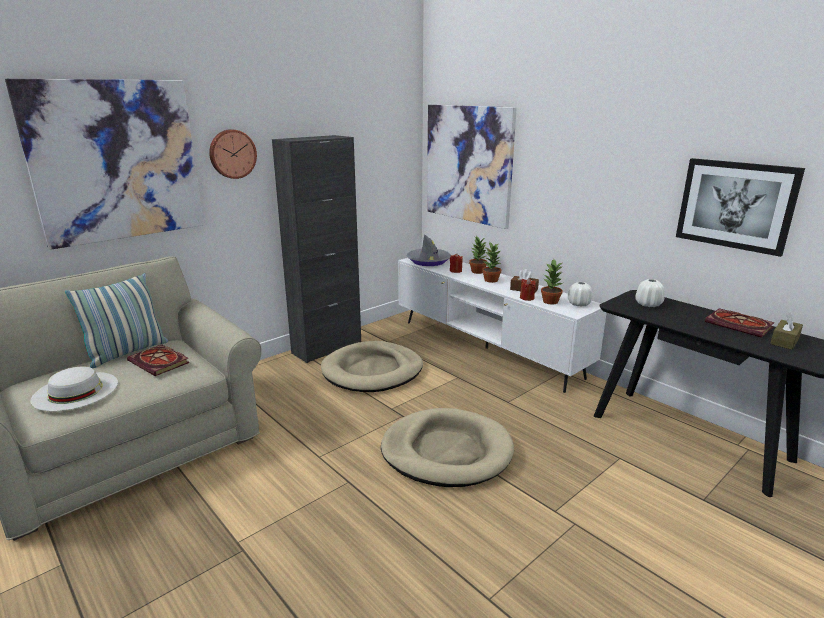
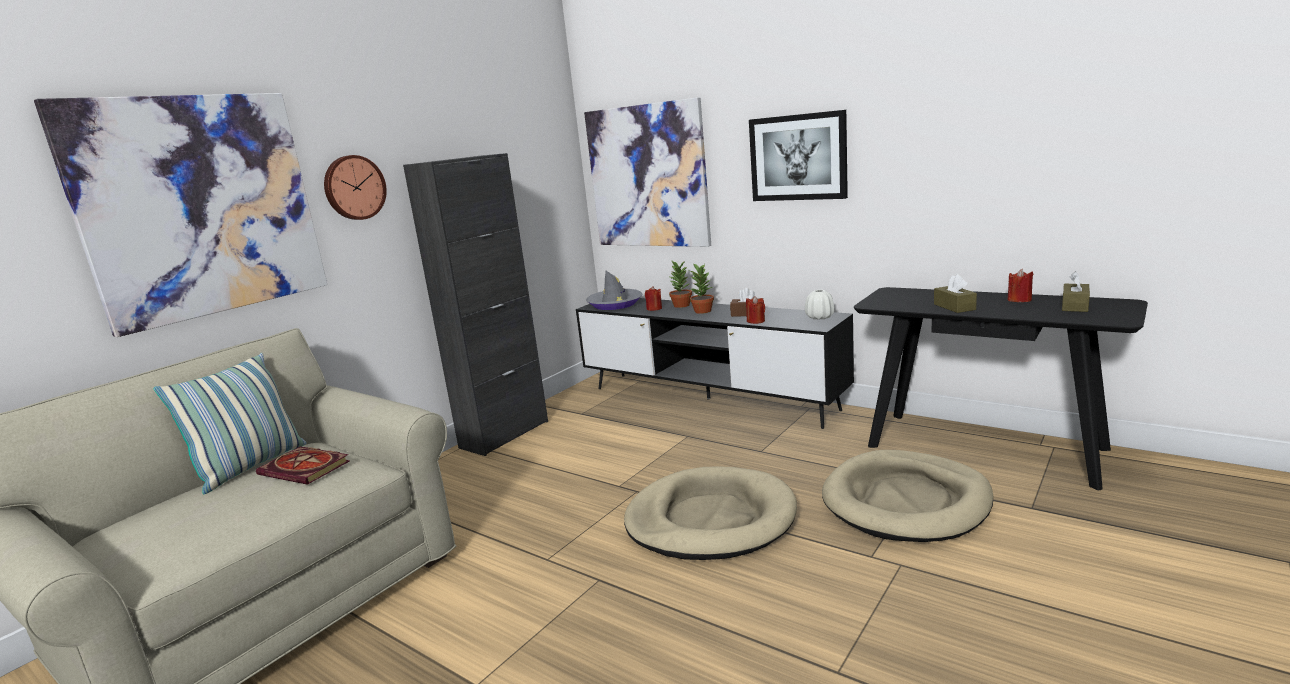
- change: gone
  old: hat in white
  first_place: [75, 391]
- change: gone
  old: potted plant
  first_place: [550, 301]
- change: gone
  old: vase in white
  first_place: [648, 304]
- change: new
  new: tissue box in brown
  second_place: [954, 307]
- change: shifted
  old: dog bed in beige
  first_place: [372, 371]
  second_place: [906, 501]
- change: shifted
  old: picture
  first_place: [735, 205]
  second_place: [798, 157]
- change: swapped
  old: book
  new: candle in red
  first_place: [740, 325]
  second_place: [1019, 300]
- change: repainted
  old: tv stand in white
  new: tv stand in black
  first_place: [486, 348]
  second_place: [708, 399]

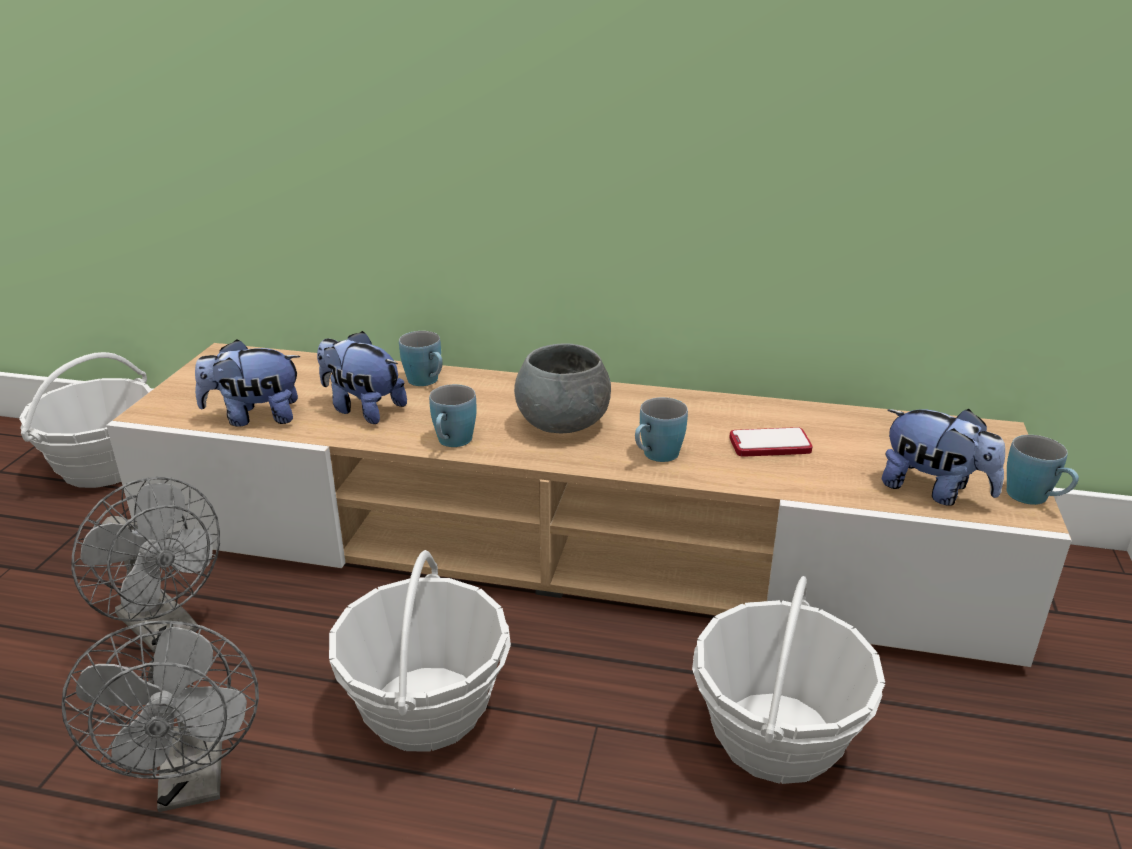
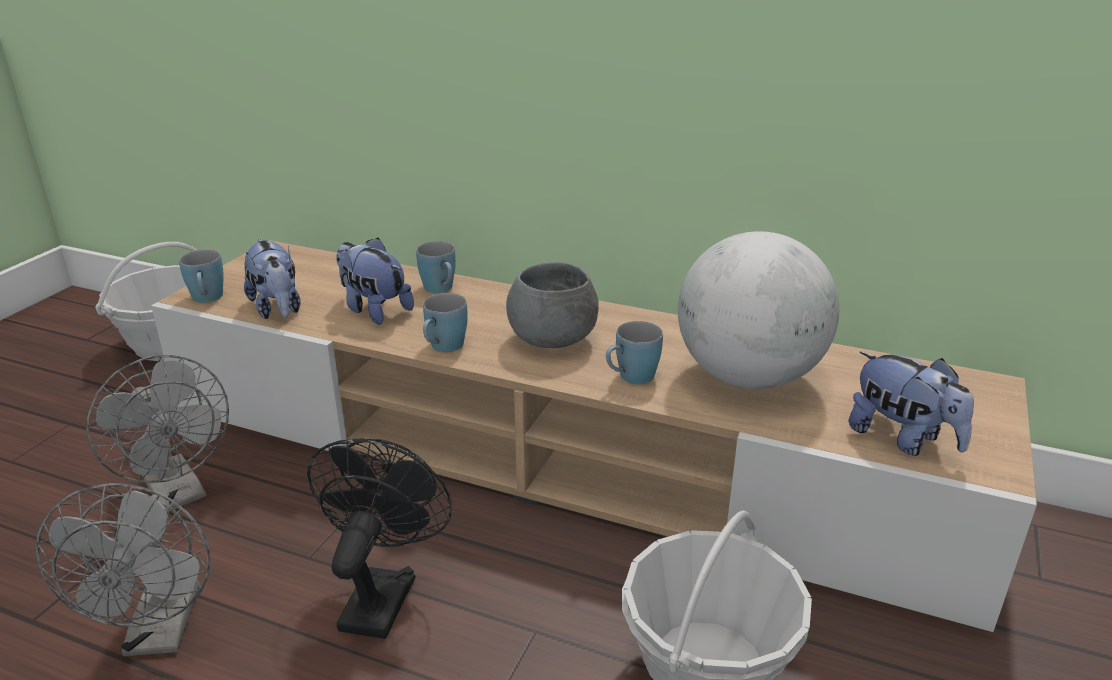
- change: shifted
  old: mug in blue
  first_place: [1035, 499]
  second_place: [207, 299]
- change: swapped
  old: basket
  new: fan in black
  first_place: [426, 708]
  second_place: [382, 593]
- change: swapped
  old: phone
  new: globe
  first_place: [770, 444]
  second_place: [748, 377]
- change: rotated
  old: plush toy
  first_place: [255, 417]
  second_place: [277, 309]
  degrees: -120

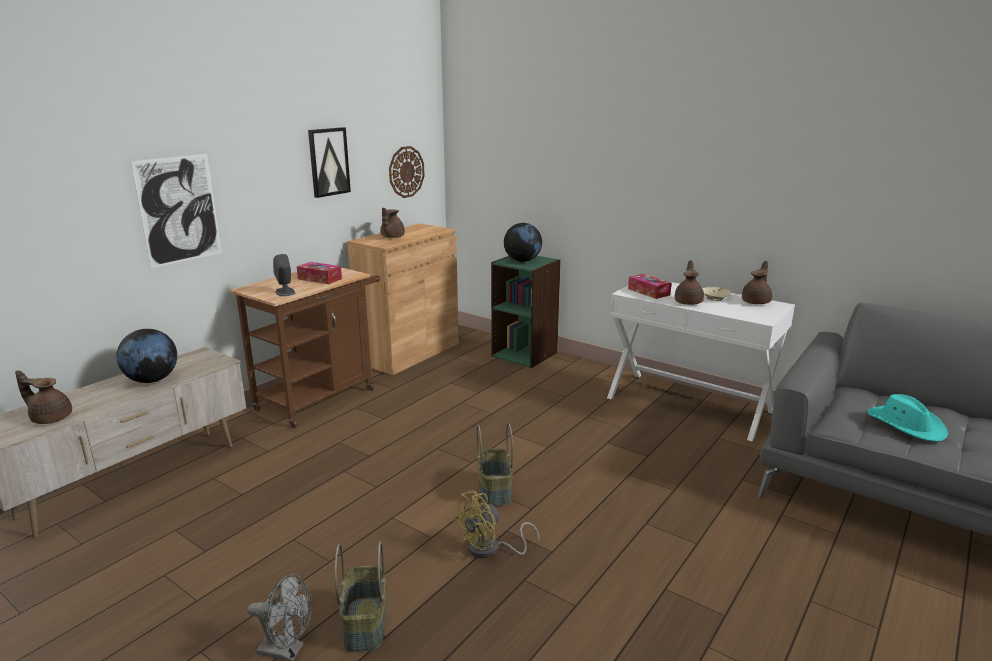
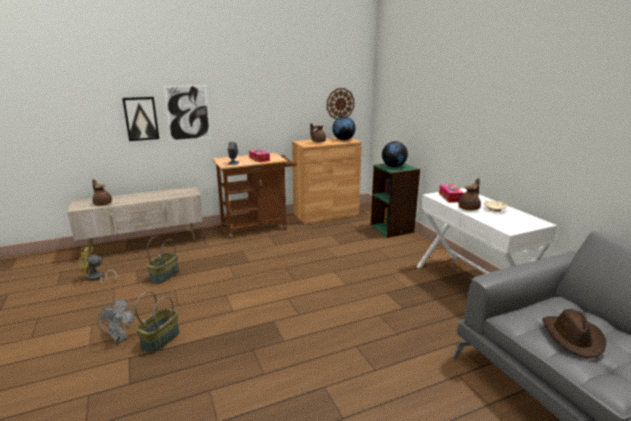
- change: gone
  old: teapot in brown
  first_place: [756, 302]
- change: shifted
  old: globe
  first_place: [152, 380]
  second_place: [343, 139]
- change: shifted
  old: picture
  first_place: [328, 162]
  second_place: [141, 118]
- change: shifted
  old: fan in yellow
  first_place: [490, 549]
  second_place: [96, 278]
- change: shifted
  old: basket
  first_place: [495, 490]
  second_place: [165, 276]
- change: repainted
  old: hat in turquoise
  new: hat in brown
  first_place: [905, 424]
  second_place: [572, 337]

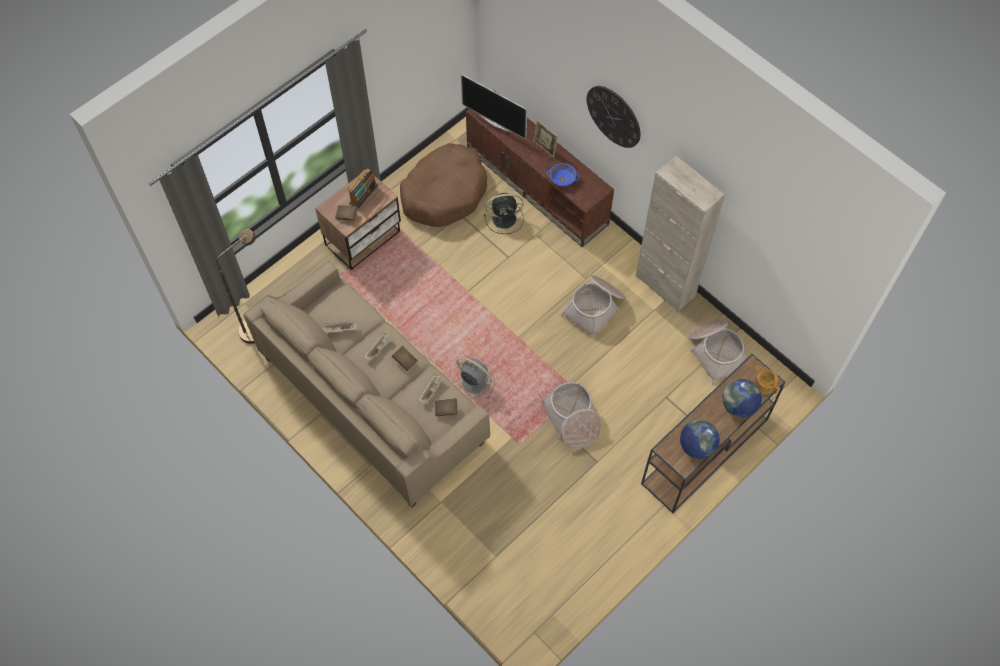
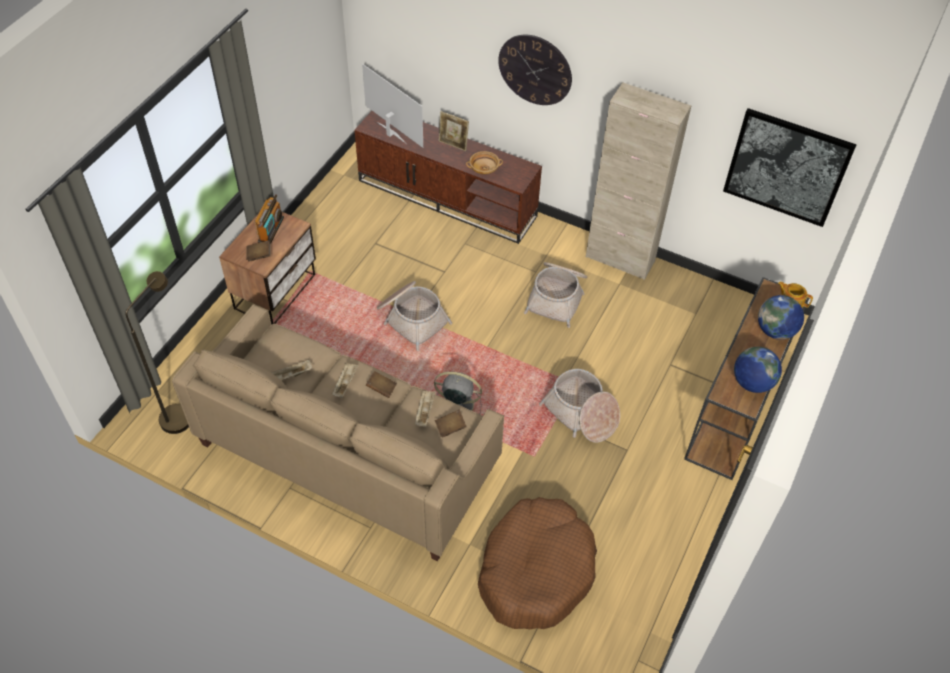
- change: gone
  old: fan in black
  first_place: [505, 218]
- change: new
  new: picture
  second_place: [787, 167]
- change: shifted
  old: dog bed in brown
  first_place: [444, 192]
  second_place: [535, 570]
- change: shifted
  old: basket
  first_place: [715, 352]
  second_place: [411, 319]
- change: repainted
  old: bowl in blue
  new: bowl in beige
  first_place: [562, 179]
  second_place: [484, 168]
- change: rotated
  old: television
  first_place: [495, 123]
  second_place: [391, 133]
  degrees: -150

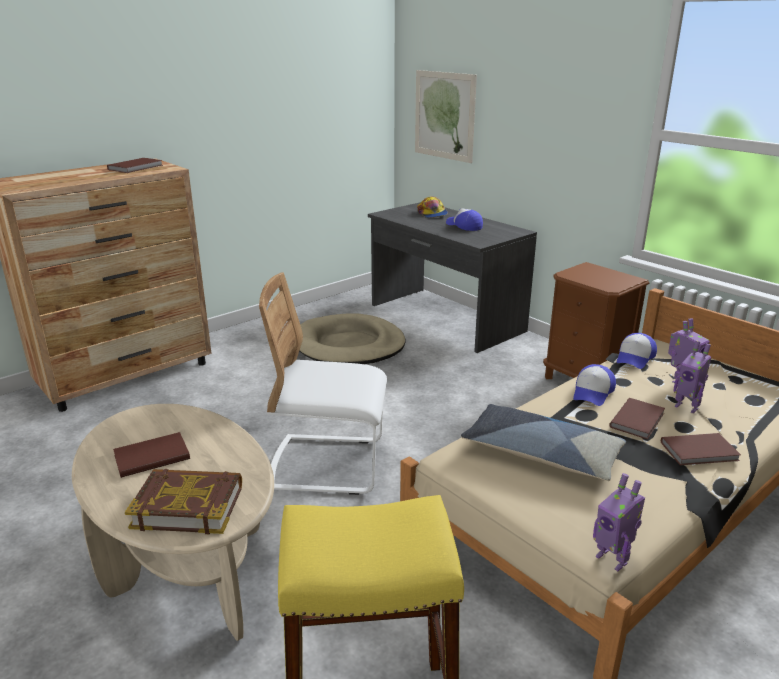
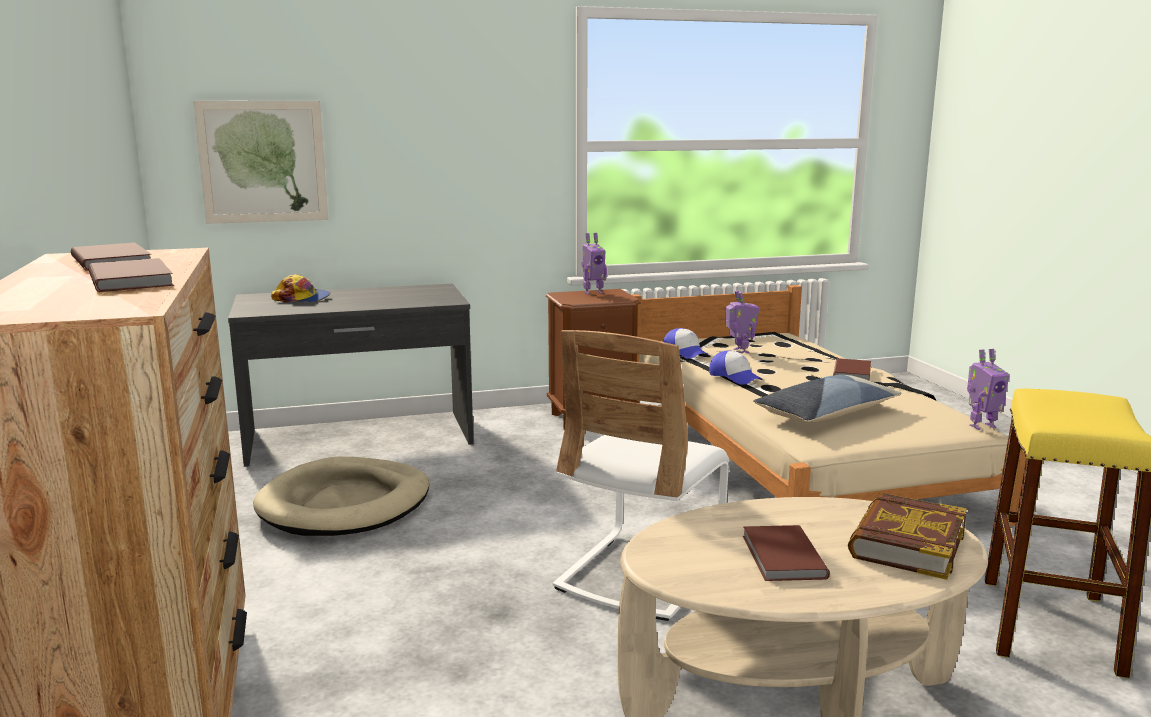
- change: gone
  old: cap
  first_place: [464, 226]
- change: shifted
  old: book in brown
  first_place: [638, 420]
  second_place: [133, 279]
- change: shifted
  old: toy robot
  first_place: [687, 407]
  second_place: [592, 292]

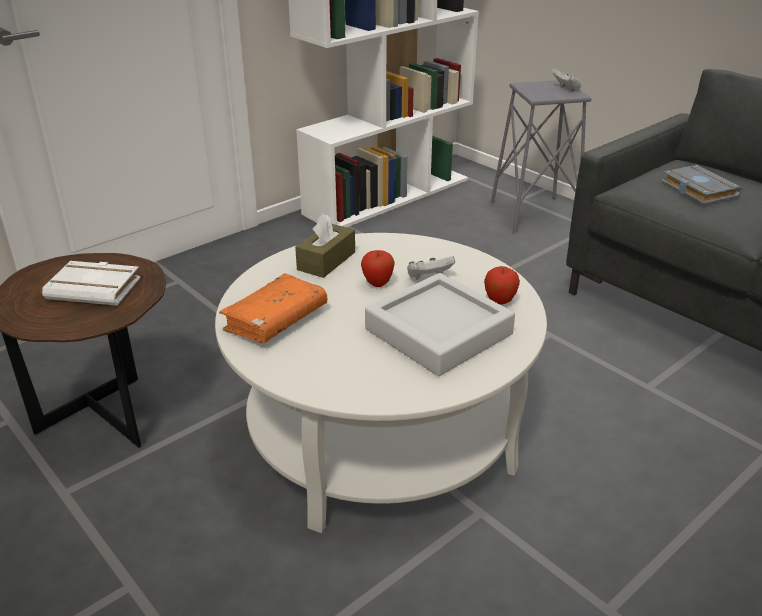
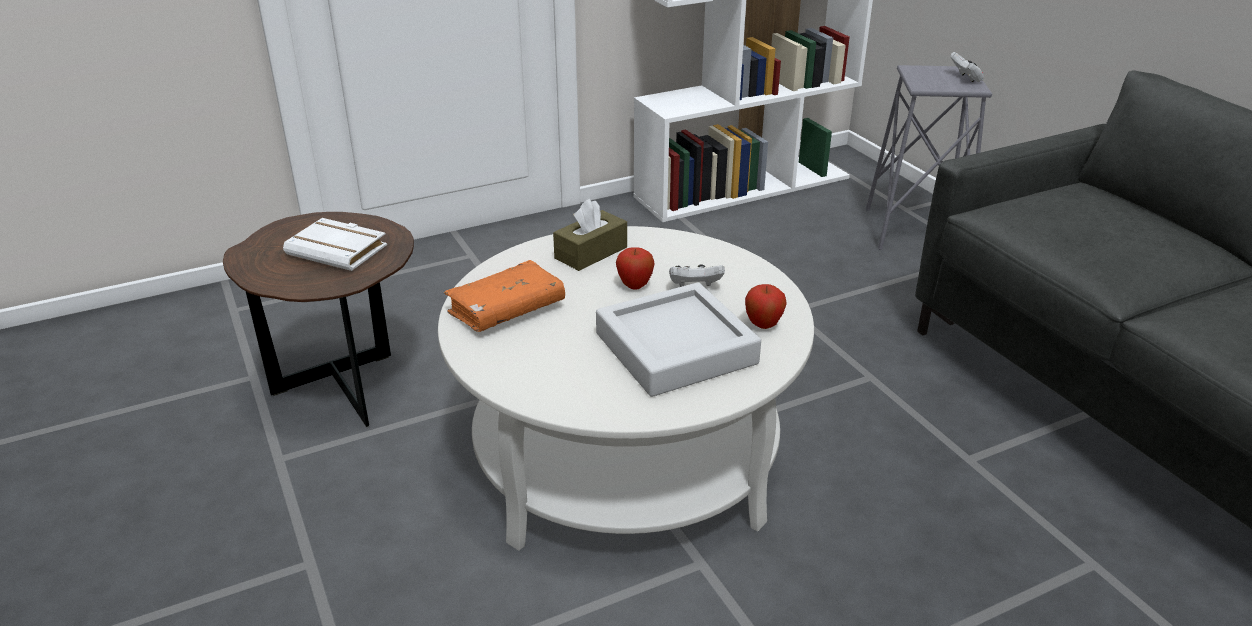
- change: gone
  old: book in grey
  first_place: [696, 189]

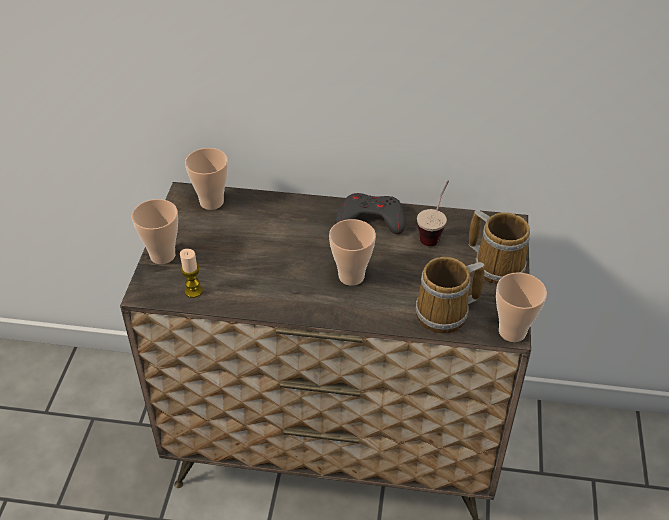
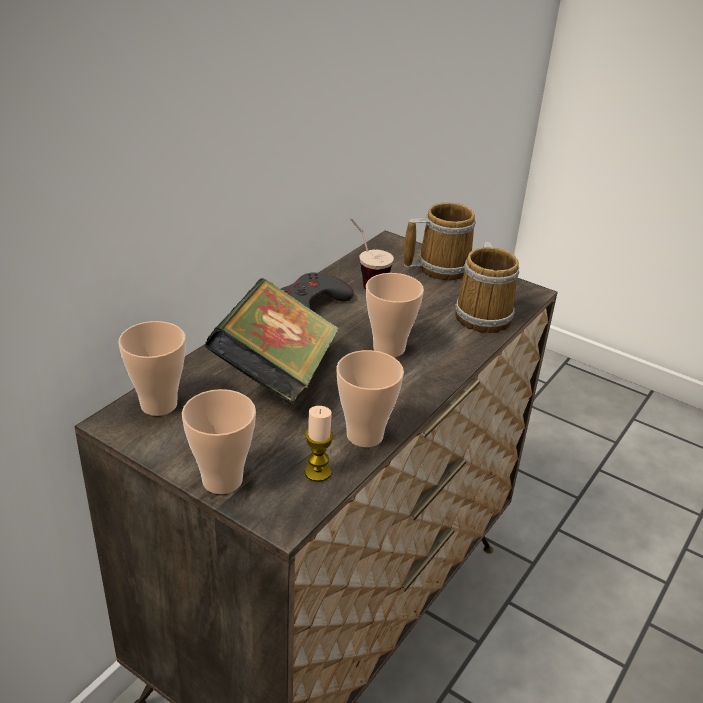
- change: new
  new: book
  second_place: [276, 376]
- change: shifted
  old: cup
  first_place: [512, 332]
  second_place: [365, 435]

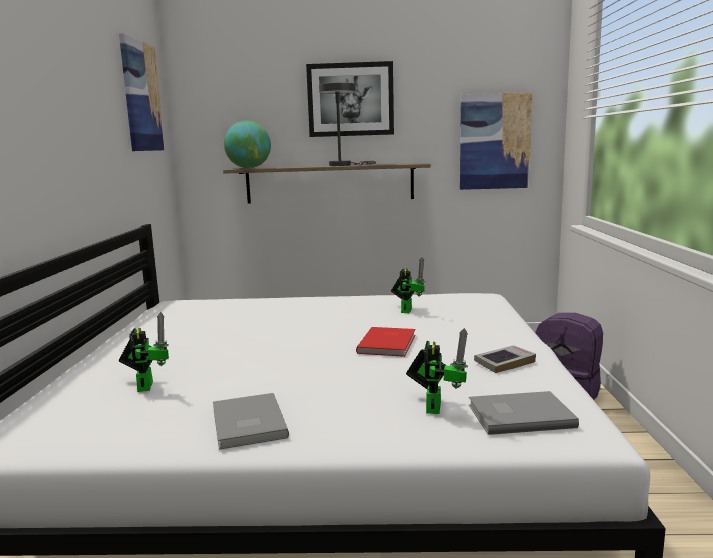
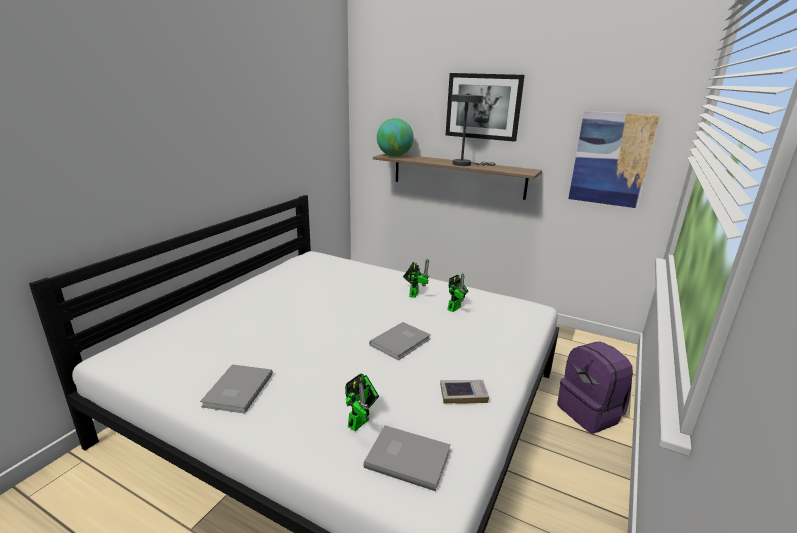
- change: gone
  old: picture
  first_place: [141, 96]
- change: shifted
  old: toy robot
  first_place: [145, 385]
  second_place: [414, 293]
- change: repainted
  old: book in red
  new: book in grey
  first_place: [389, 343]
  second_place: [402, 342]

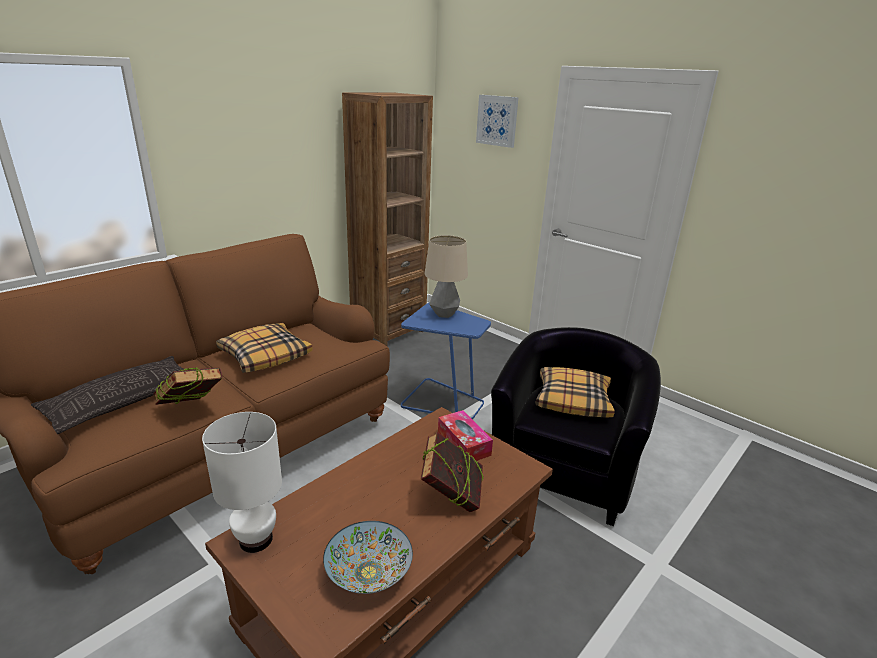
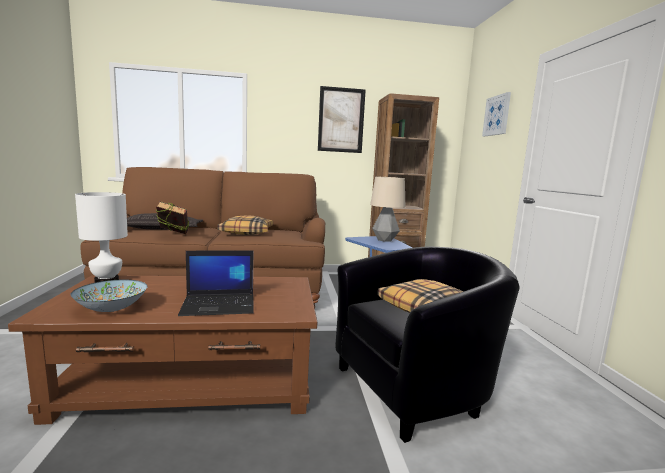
- change: gone
  old: tissue box
  first_place: [463, 443]
- change: new
  new: picture
  second_place: [341, 120]
- change: swapped
  old: book
  new: laptop
  first_place: [451, 498]
  second_place: [220, 305]

